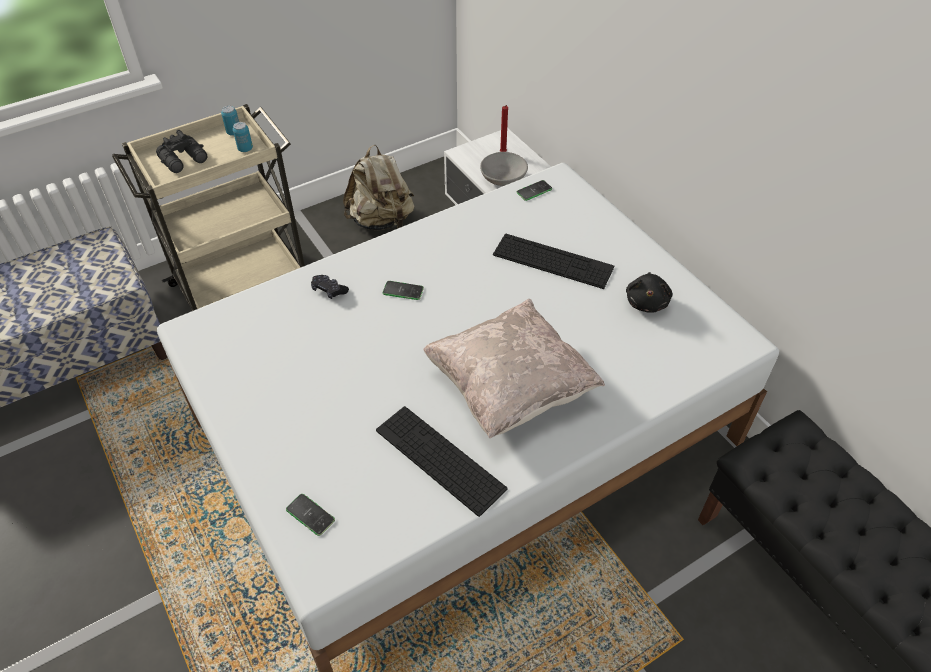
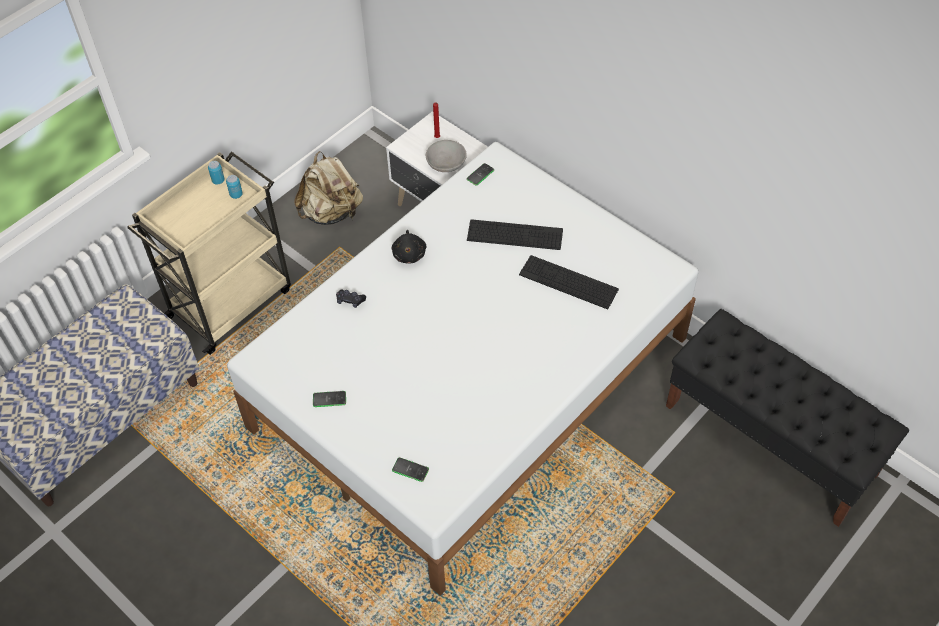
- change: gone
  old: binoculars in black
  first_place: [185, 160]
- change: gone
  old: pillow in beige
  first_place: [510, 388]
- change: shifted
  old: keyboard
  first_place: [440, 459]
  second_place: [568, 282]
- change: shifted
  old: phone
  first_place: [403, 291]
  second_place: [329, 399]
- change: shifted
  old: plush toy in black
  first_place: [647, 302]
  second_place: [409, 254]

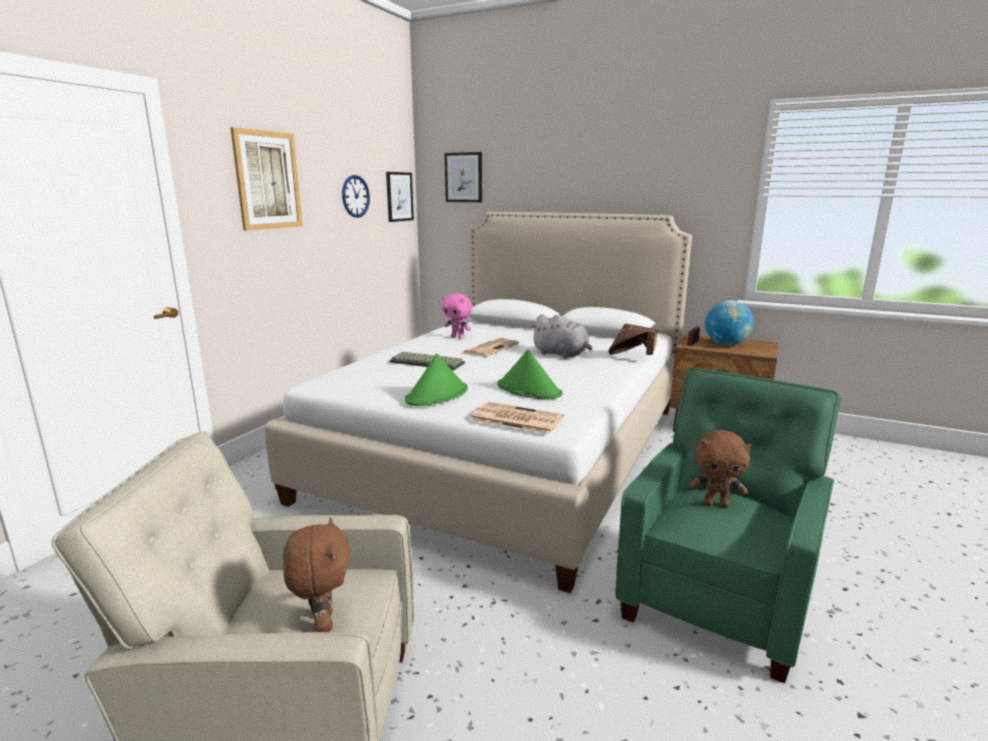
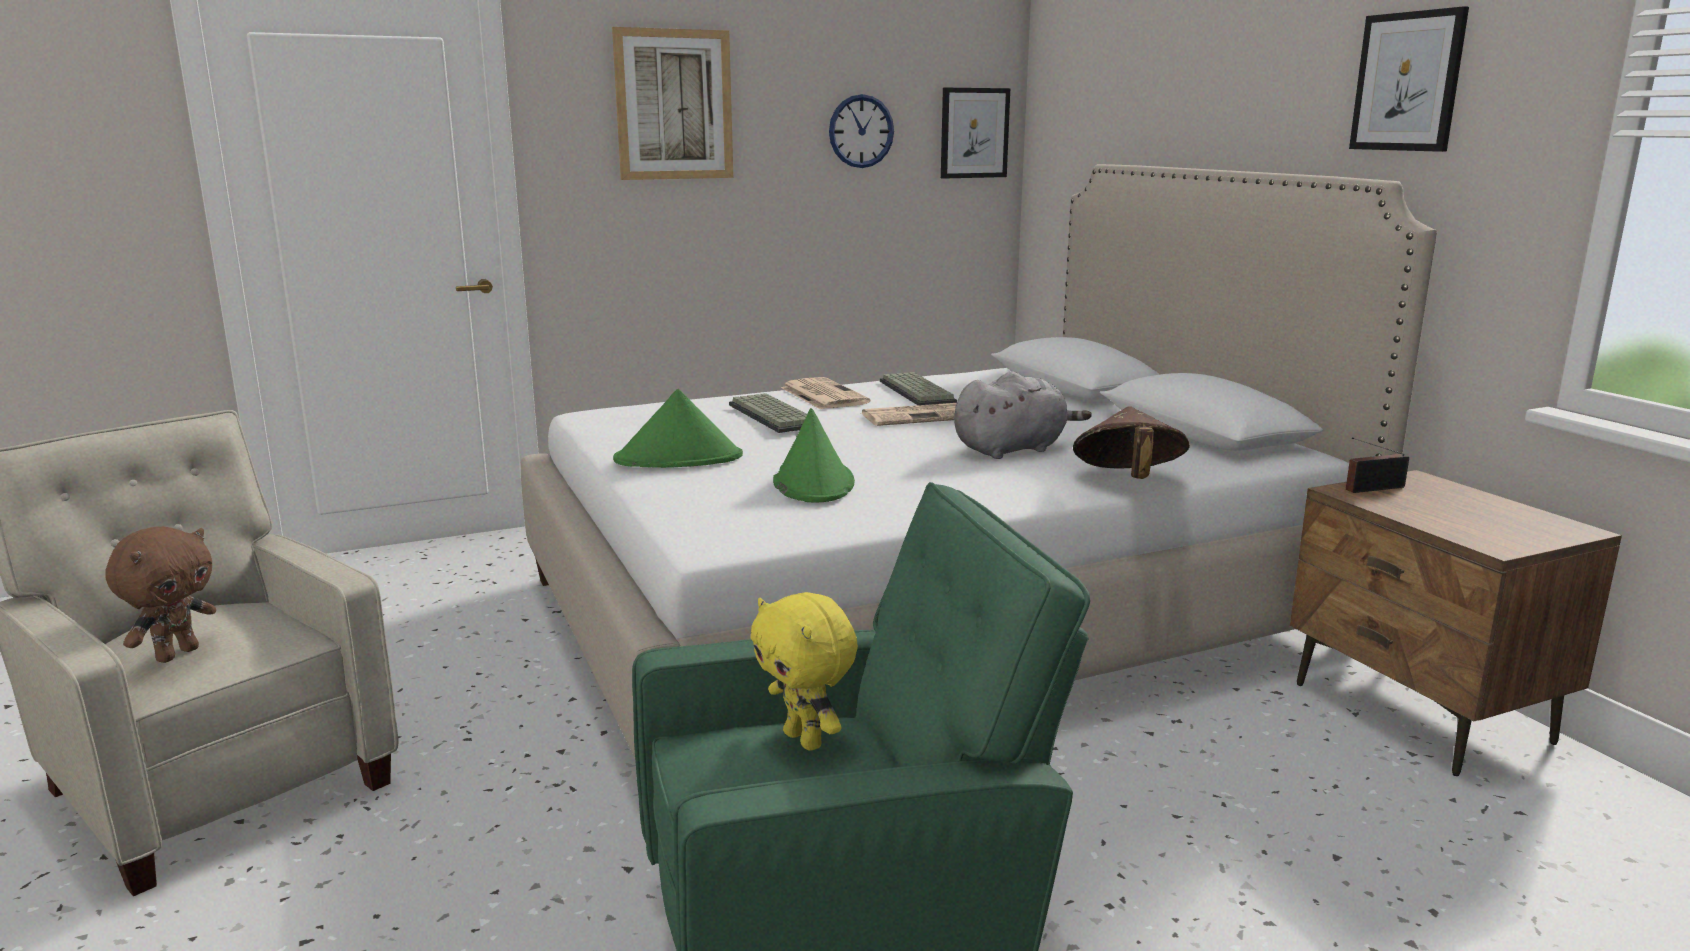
- change: gone
  old: globe
  first_place: [726, 344]
- change: shifted
  old: picture
  first_place: [463, 177]
  second_place: [1407, 82]
- change: shifted
  old: newspaper
  first_place: [515, 419]
  second_place: [822, 395]
- change: swapped
  old: plush toy in pink
  new: keyboard
  first_place: [458, 337]
  second_place: [919, 392]
- change: repainted
  old: plush toy in brown
  new: plush toy in yellow
  first_place: [716, 504]
  second_place: [805, 740]
- change: rotated
  old: plush toy in grey
  first_place: [562, 354]
  second_place: [1013, 449]
  degrees: -105

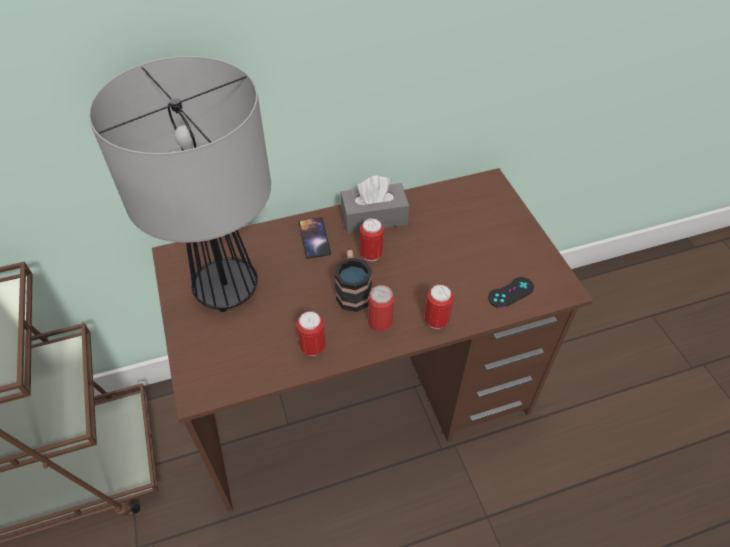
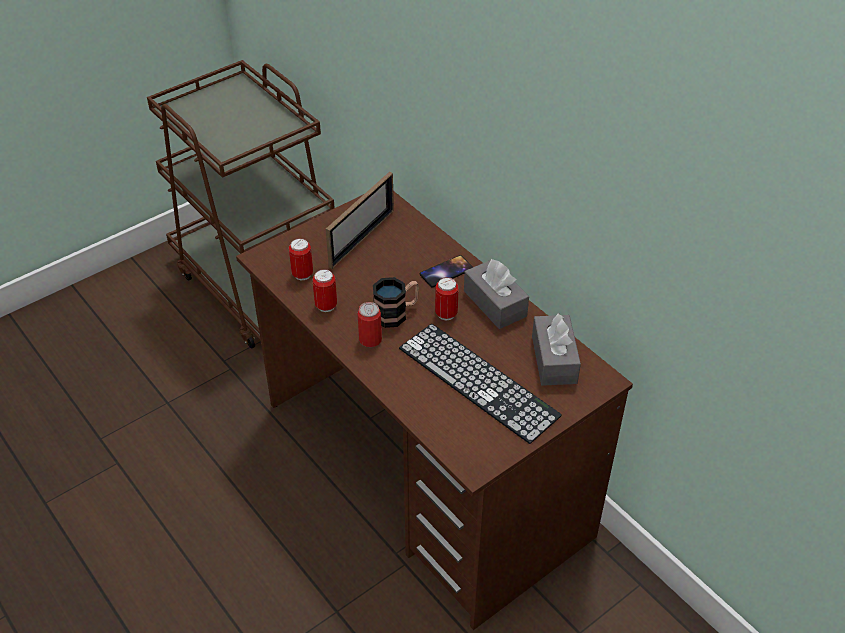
- change: gone
  old: game controller in black
  first_place: [510, 292]
- change: new
  new: keyboard
  second_place: [478, 381]
- change: new
  new: tissue box in grey
  second_place: [554, 359]
- change: shifted
  old: can
  first_place: [436, 321]
  second_place: [302, 274]
- change: swapped
  old: table lamp
  new: picture frame
  first_place: [225, 289]
  second_place: [362, 238]

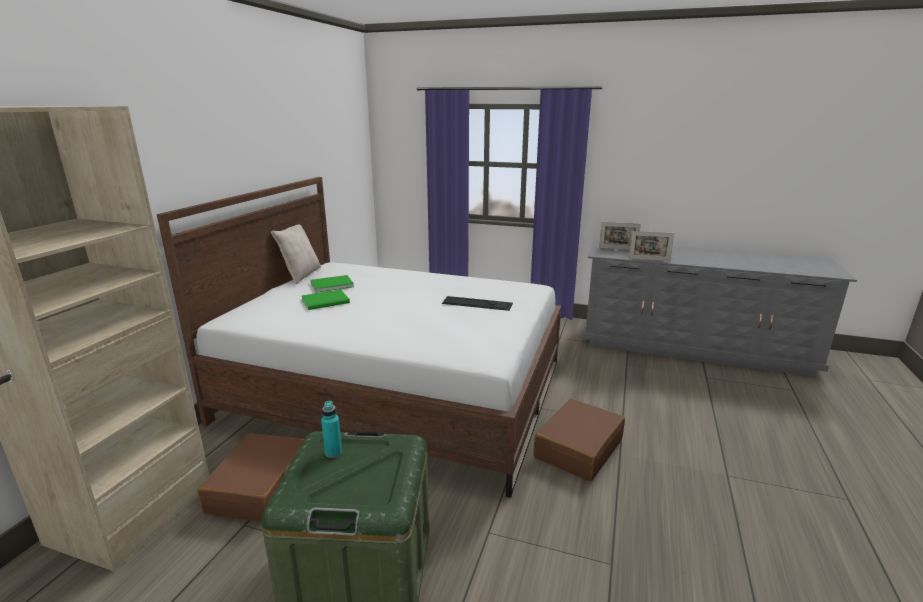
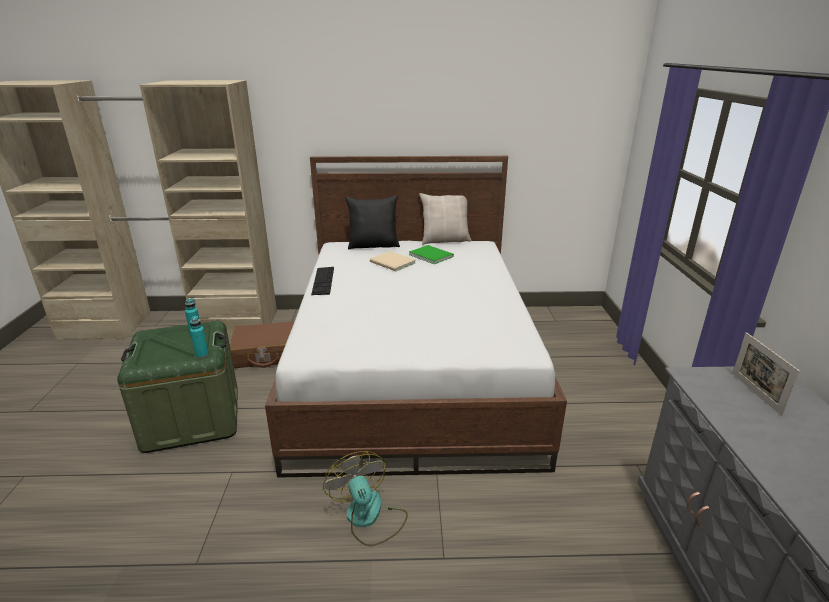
- change: gone
  old: picture frame
  first_place: [649, 259]
- change: new
  new: bottle in turquoise
  second_place: [202, 355]
- change: new
  new: pillow in black
  second_place: [373, 245]
- change: shifted
  old: keyboard
  first_place: [477, 303]
  second_place: [323, 280]
- change: swapped
  old: suitcase in brown
  new: fan
  first_place: [578, 448]
  second_place: [369, 517]
- change: repainted
  old: book in green
  new: book in beige
  first_place: [327, 301]
  second_place: [392, 263]

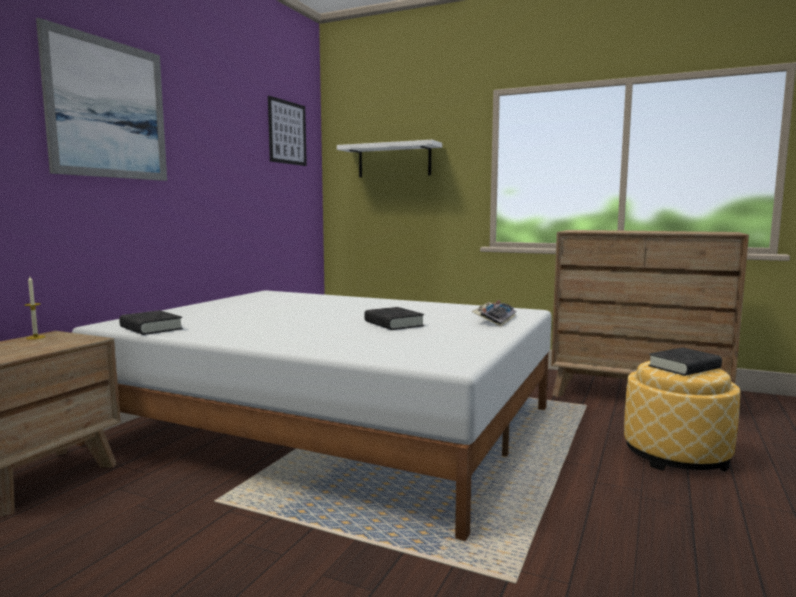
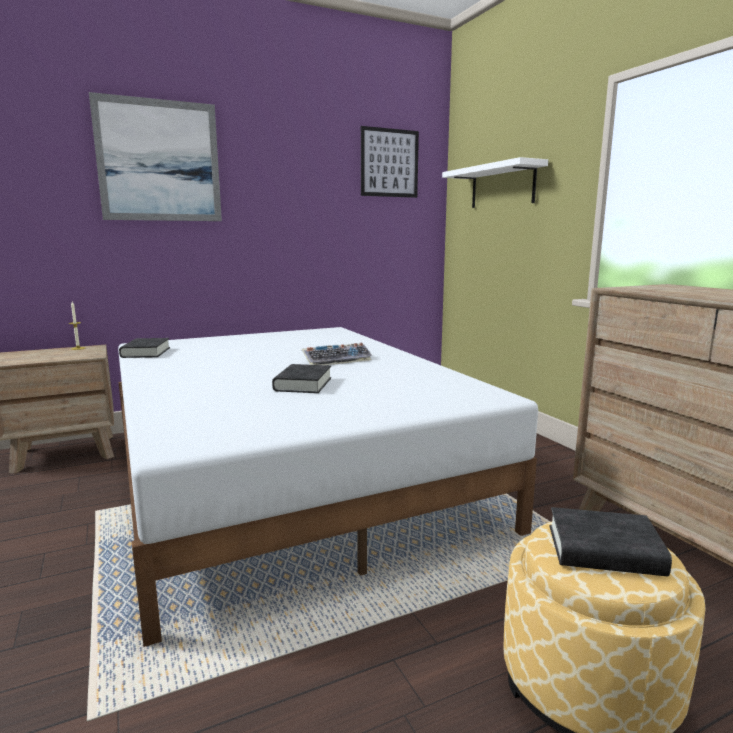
- change: shifted
  old: keyboard
  first_place: [494, 319]
  second_place: [337, 360]

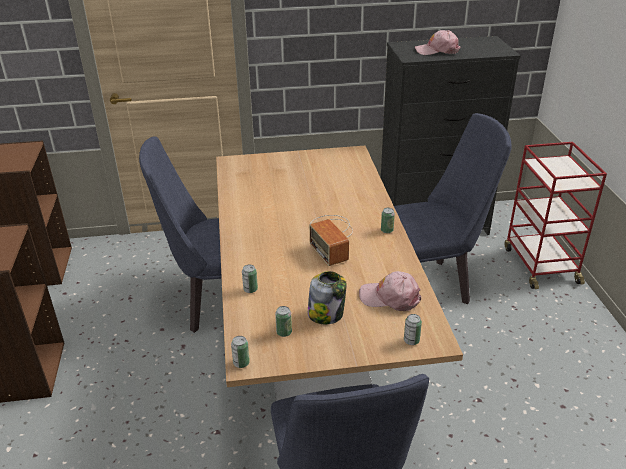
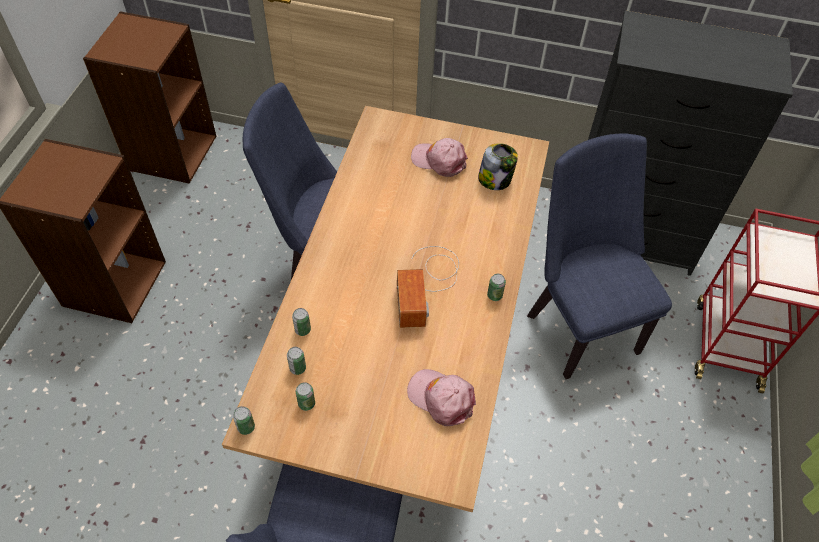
- change: shifted
  old: jar
  first_place: [326, 314]
  second_place: [495, 180]
- change: shifted
  old: can
  first_place: [411, 341]
  second_place: [297, 368]
- change: shifted
  old: cap in pink
  first_place: [437, 50]
  second_place: [439, 160]
- change: rotated
  old: chair in blue
  first_place: [432, 284]
  second_place: [578, 324]
  degrees: -120

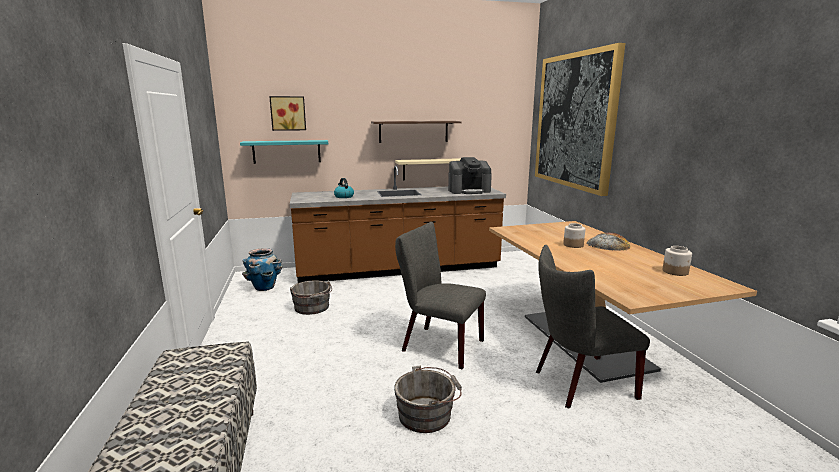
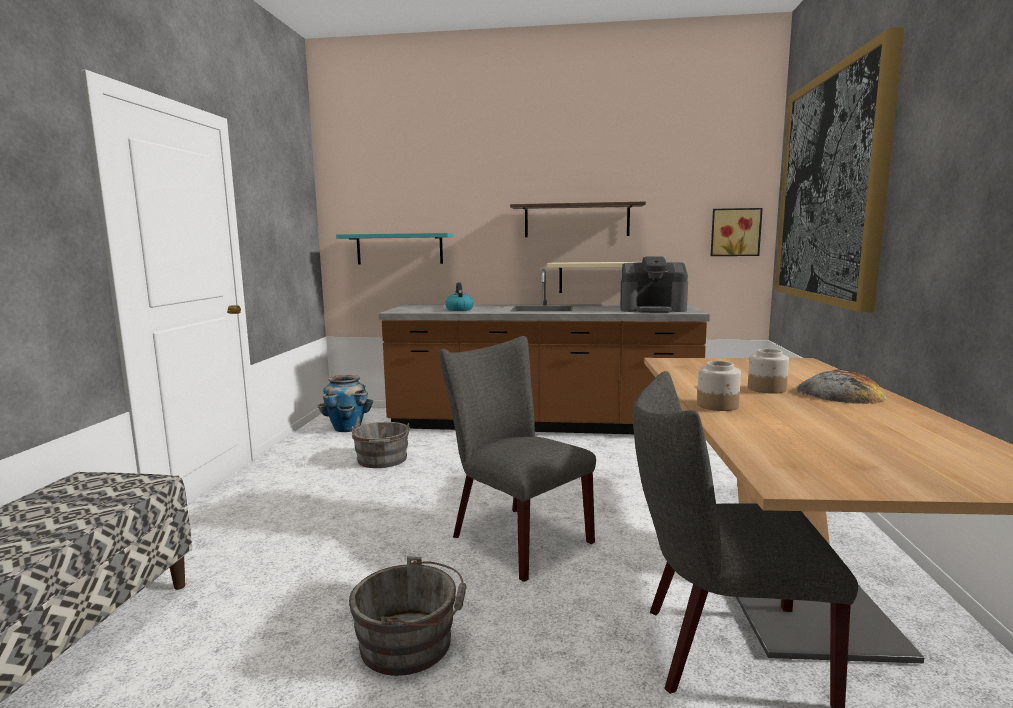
- change: shifted
  old: picture
  first_place: [288, 113]
  second_place: [735, 232]
- change: shifted
  old: jar
  first_place: [675, 272]
  second_place: [718, 405]

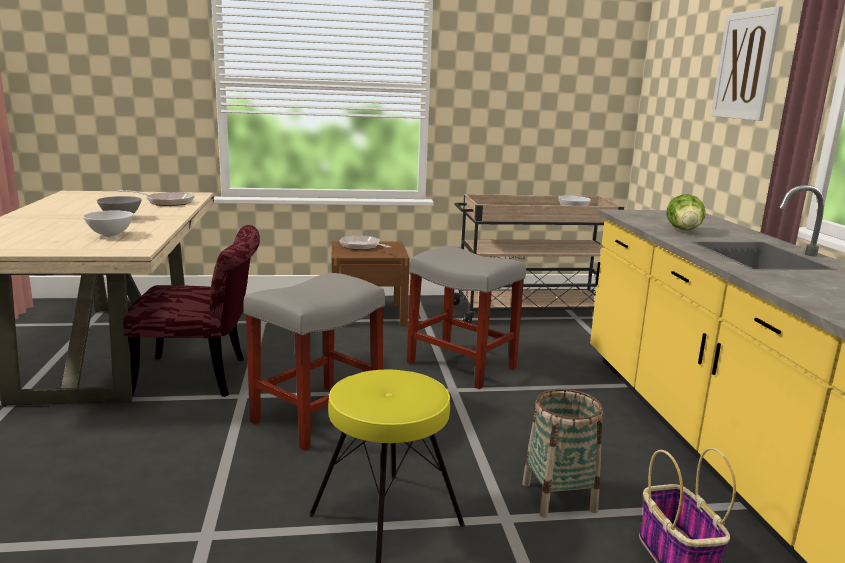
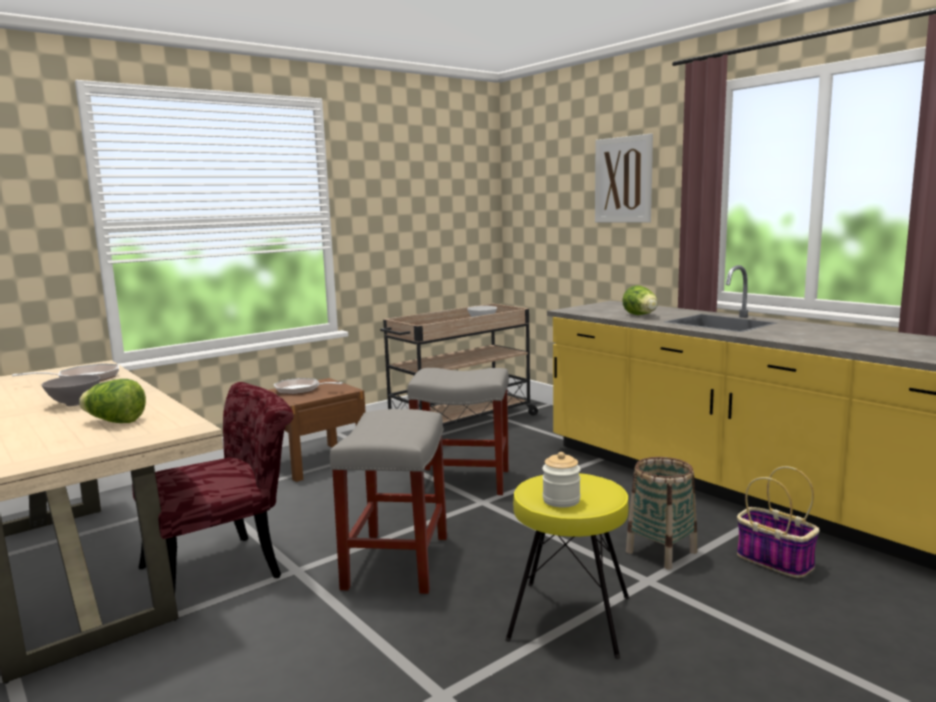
- change: new
  new: jar
  second_place: [561, 500]
- change: swapped
  old: bowl in white
  new: lettuce
  first_place: [110, 236]
  second_place: [115, 422]

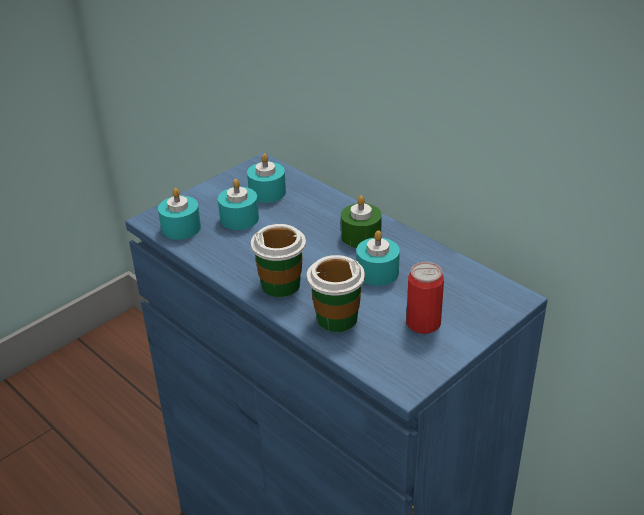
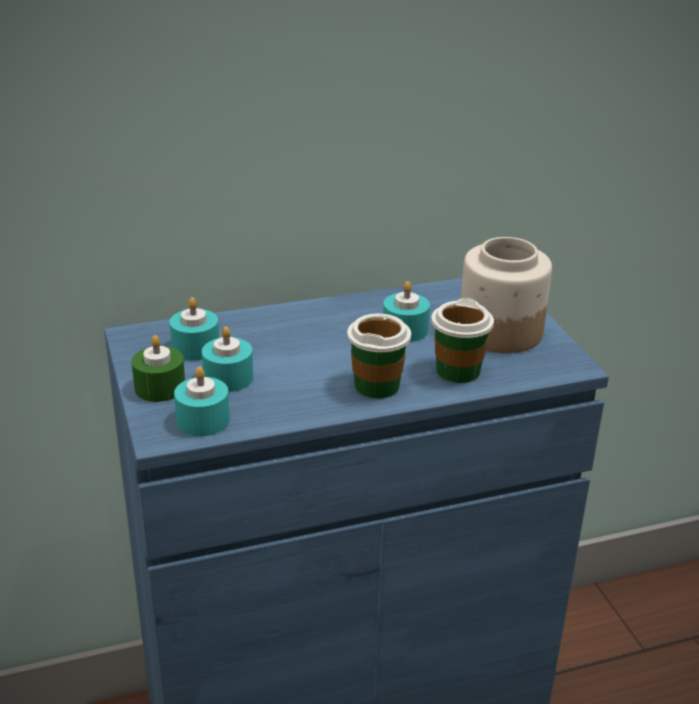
- change: shifted
  old: candle in green
  first_place: [361, 236]
  second_place: [160, 387]
- change: swapped
  old: can
  new: jar
  first_place: [423, 323]
  second_place: [499, 332]

